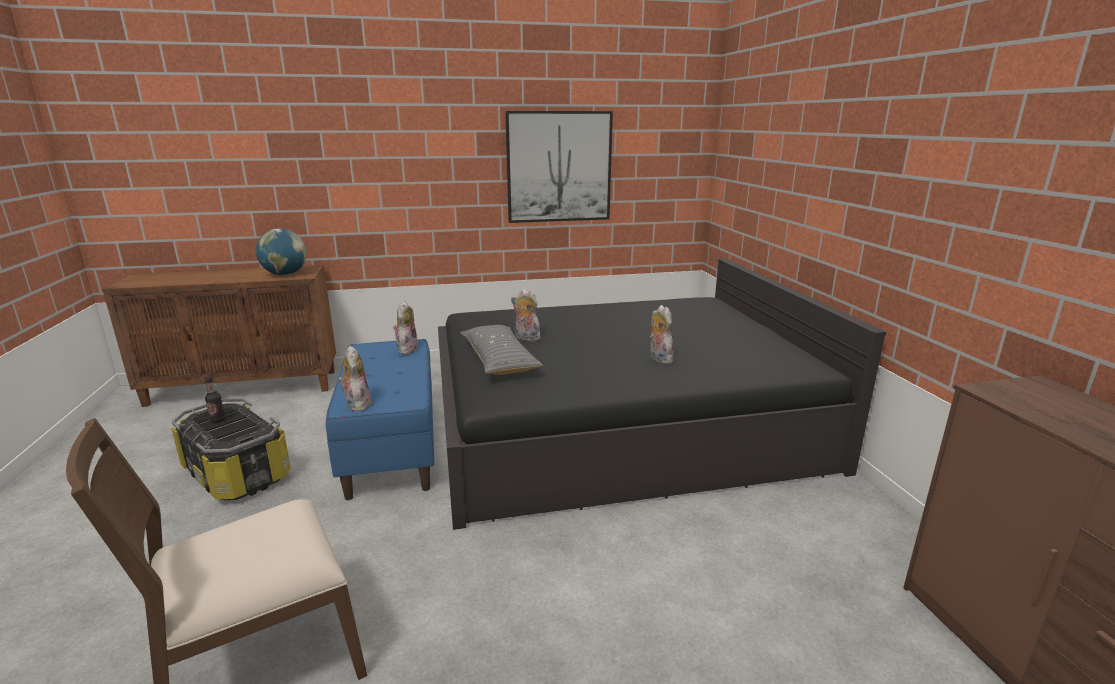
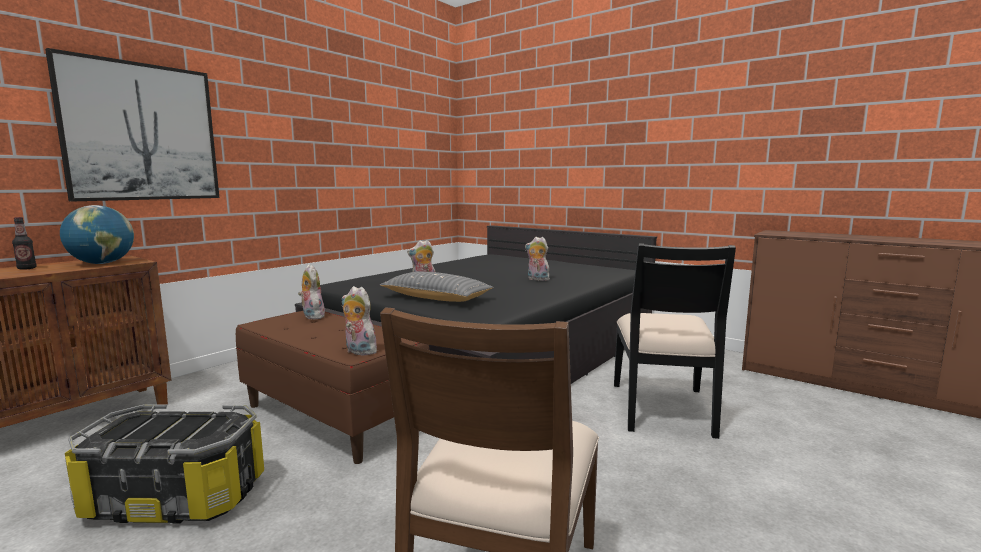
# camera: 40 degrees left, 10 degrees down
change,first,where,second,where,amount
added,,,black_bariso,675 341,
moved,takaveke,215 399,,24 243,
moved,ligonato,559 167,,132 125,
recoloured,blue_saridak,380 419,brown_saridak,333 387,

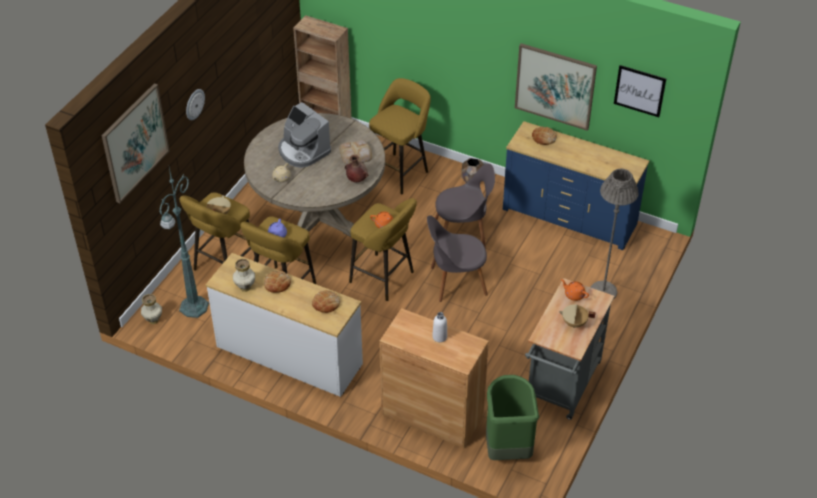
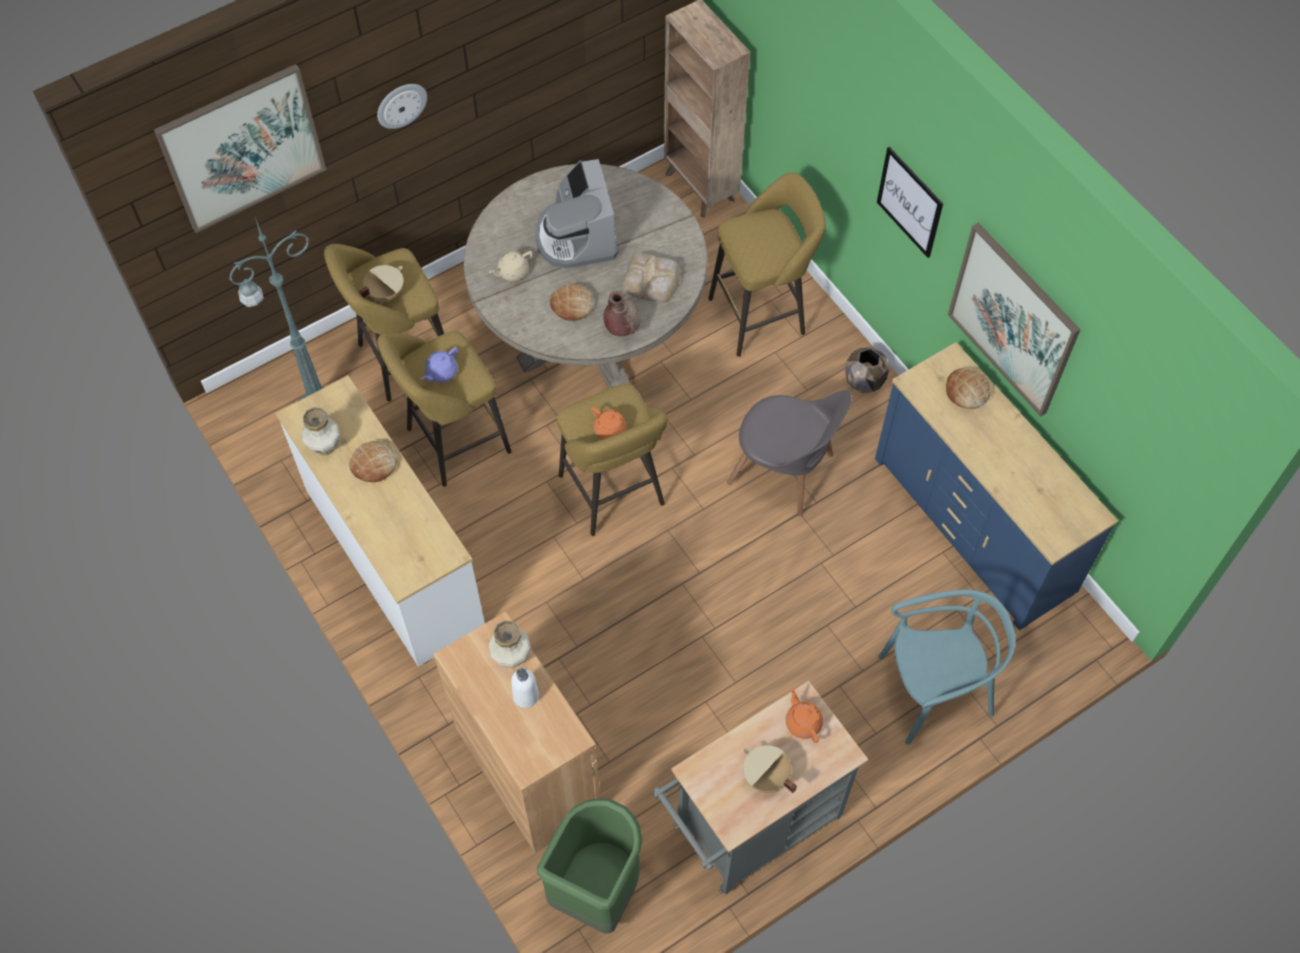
# camera: 30 degrees right, 15 degrees up
change,first,where,second,where,amount
removed,grey_bariso,457 258,,,
moved,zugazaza,151 309,,509 644,
moved,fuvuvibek,326 301,,572 302,
moved,ligonato,640 91,,910 202,
replaced,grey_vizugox,615 234,turquoise_bariso,947 667,

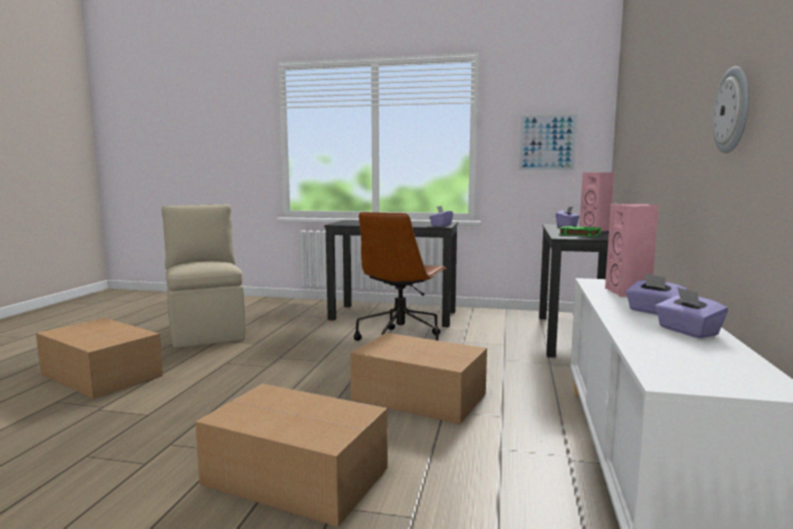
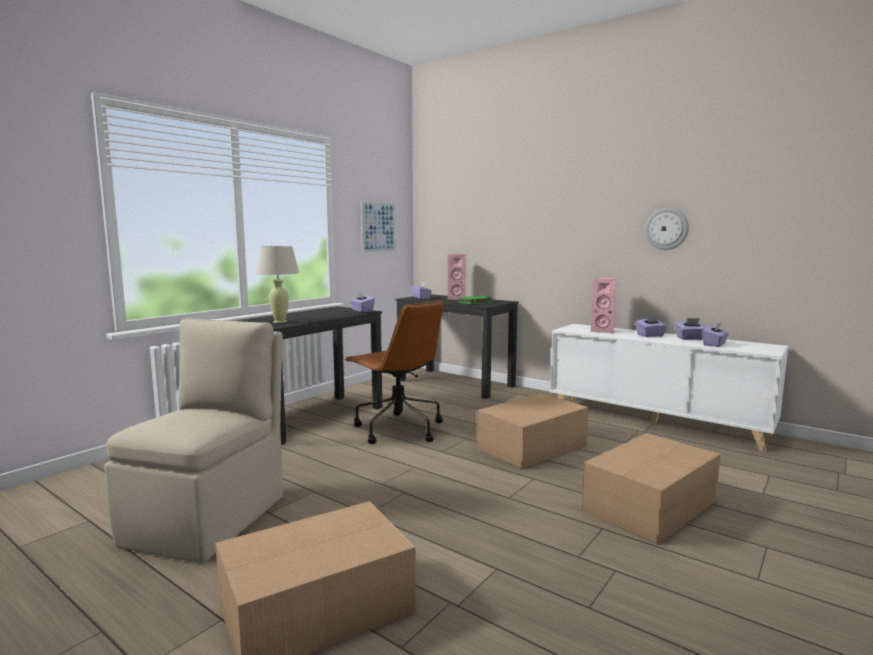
# camera: 65 degrees left, 0 degrees up
change,first,where,second,where,amount
added,,,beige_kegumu,277 284,
added,,,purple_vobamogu,715 335,
turned,beige_bariso,203 276,,193 440,105 degrees clockwise

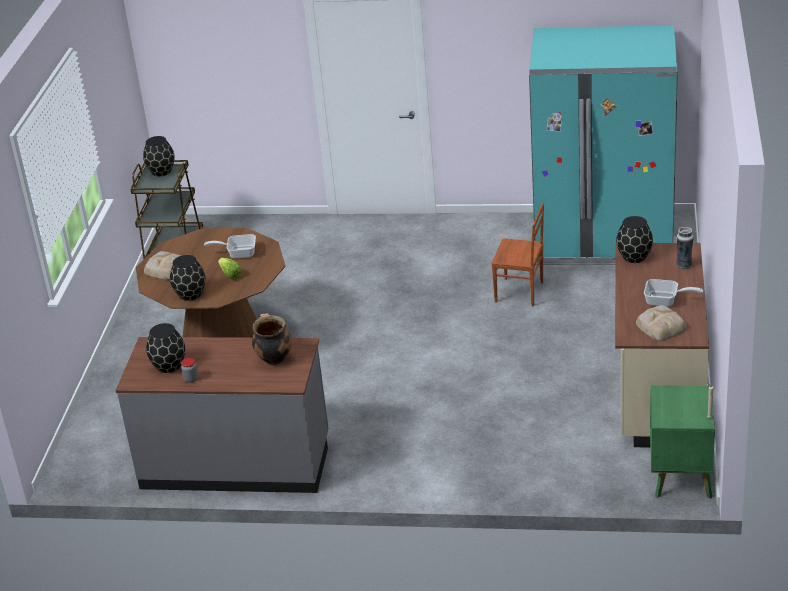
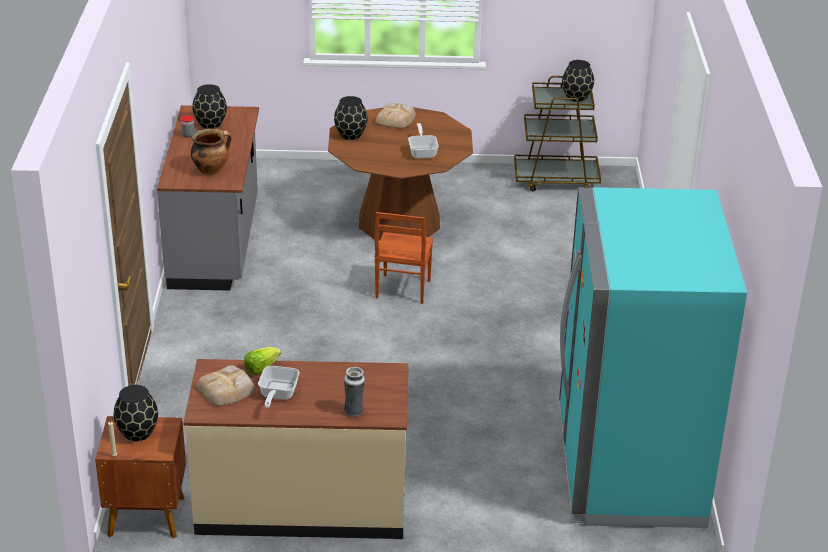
# camera: 80 degrees right, 0 degrees up
change,first,where,second,where,amount
moved,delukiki,230 269,,262 361,
moved,brown_bariso,517 254,,403 258,
moved,black_zugazaza,634 239,,136 413,
recoloured,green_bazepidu,682 442,brown_bazepidu,140 477,

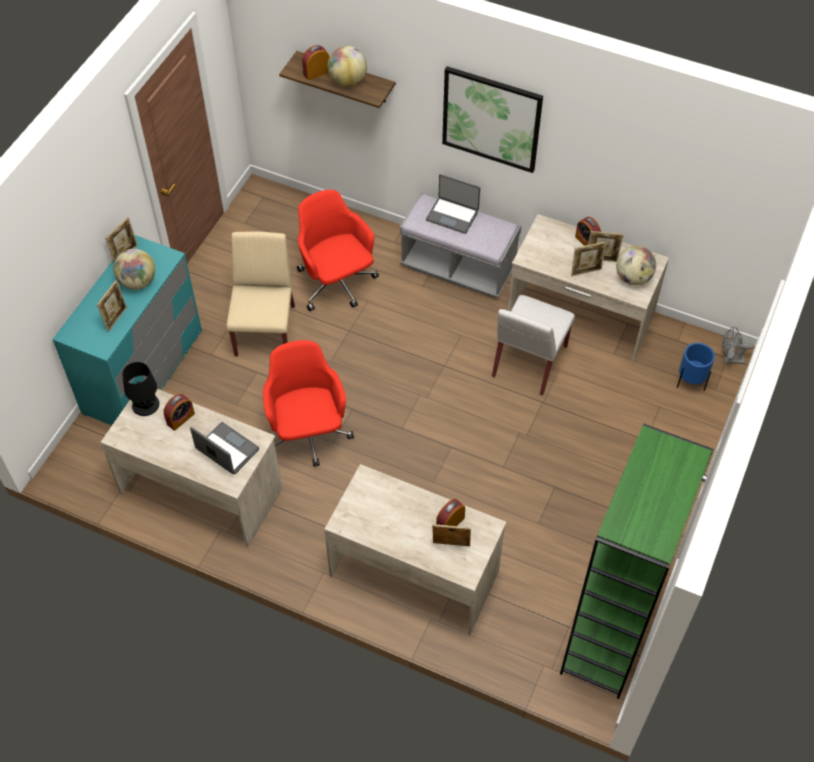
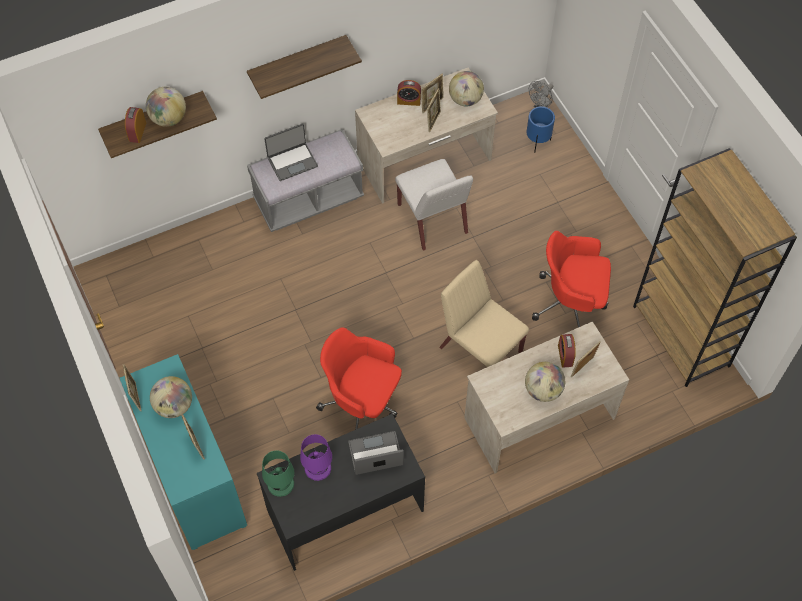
# camera: 50 degrees left, 5 degrees up
change,first,where,second,where,amount
added,,,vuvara,545 382,
moved,beige_bariso,261 293,,484 313,
moved,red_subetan,338 250,,571 279,
replaced,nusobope,179 412,purple_kegumu,316 457,
replaced,ligonato,492 119,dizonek,304 67,
recoloured,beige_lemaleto,191 468,black_lemaleto,341 492,
recoloured,black_kegumu,140 389,green_kegumu,278 473,
recoloured,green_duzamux,636 561,brown_duzamux,715 267,

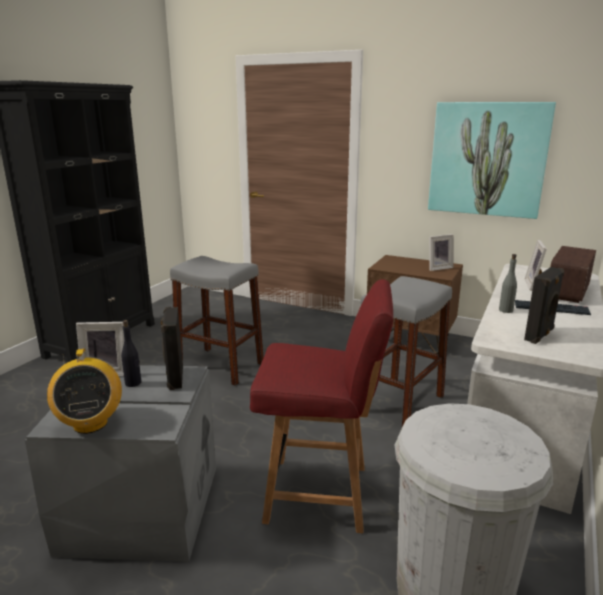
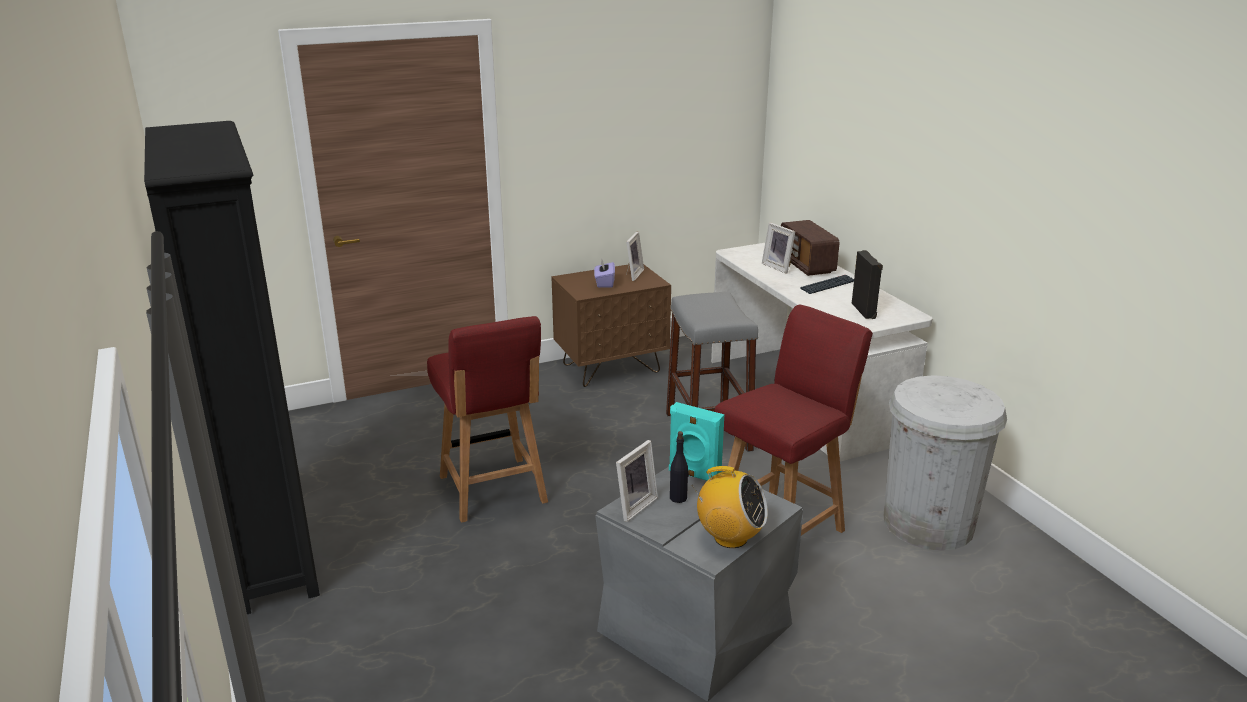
# camera: 50 degrees left, 5 degrees up
change,first,where,second,where,amount
removed,ligonato,492 160,,,
removed,grey_takaveke,508 283,,,
added,,,purple_vobamogu,604 274,
replaced,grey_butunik,217 321,red_bariso,487 419,
recoloured,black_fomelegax,172 348,turquoise_fomelegax,696 441,

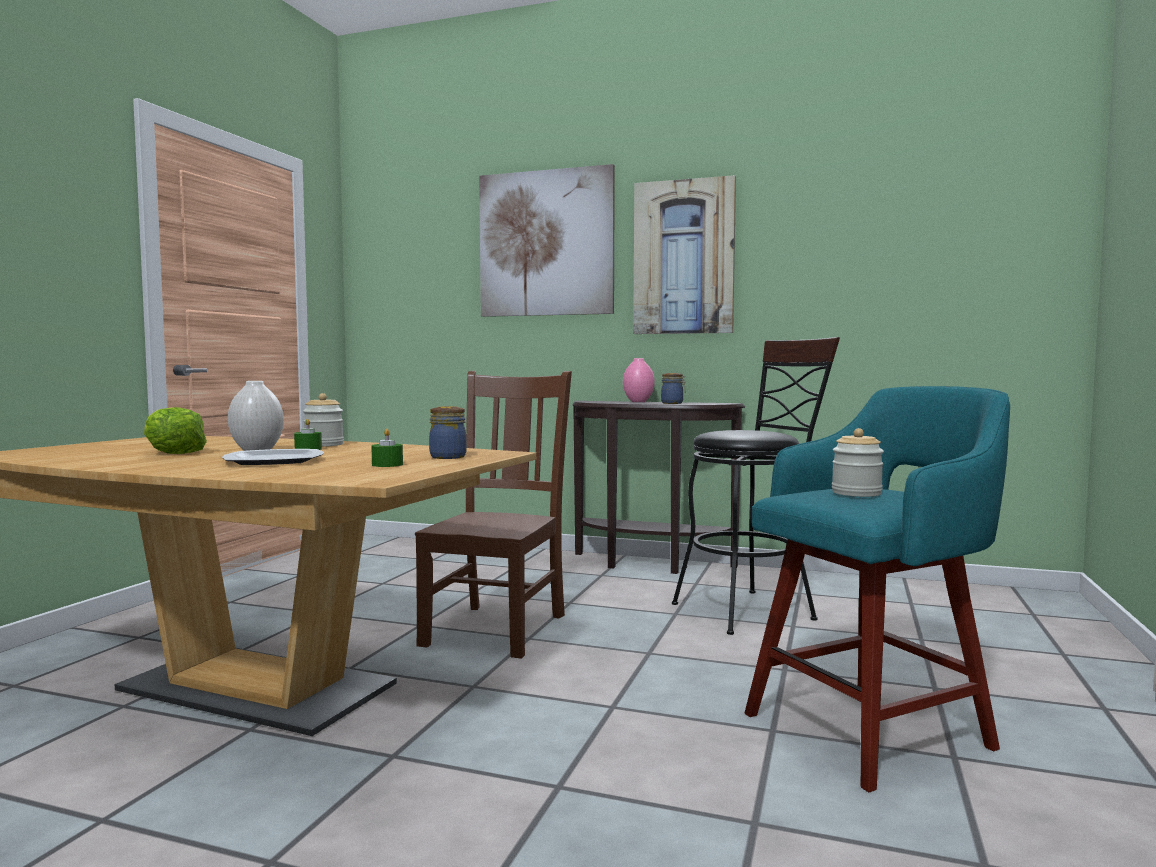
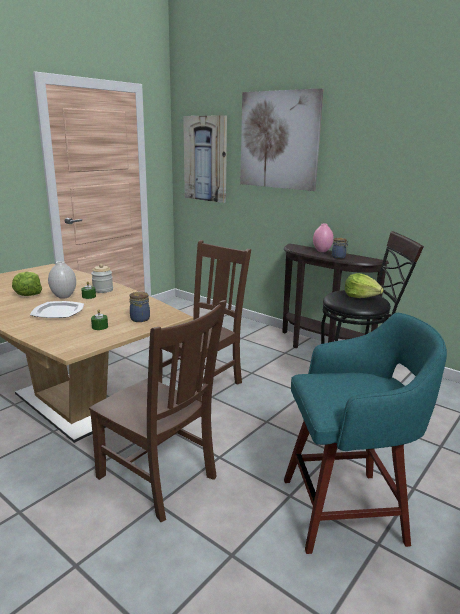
# camera: 20 degrees right, 15 degrees up
change,first,where,second,where,amount
removed,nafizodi,858 462,,,
added,,,brown_bariso,158 411,
added,,,delukiki,364 285,
moved,ligonato,684 254,,205 159,

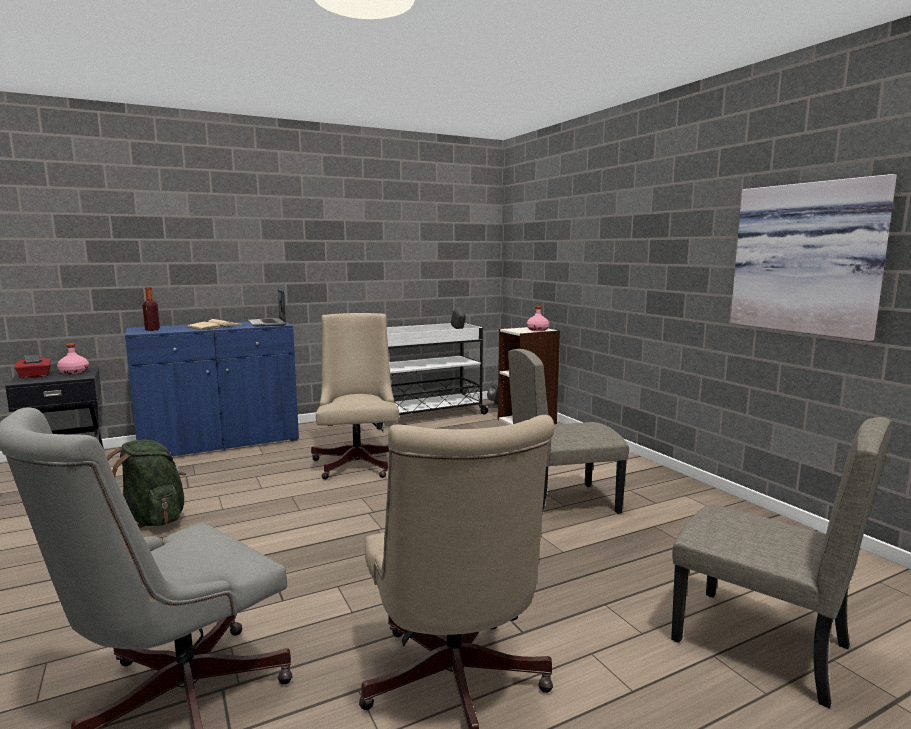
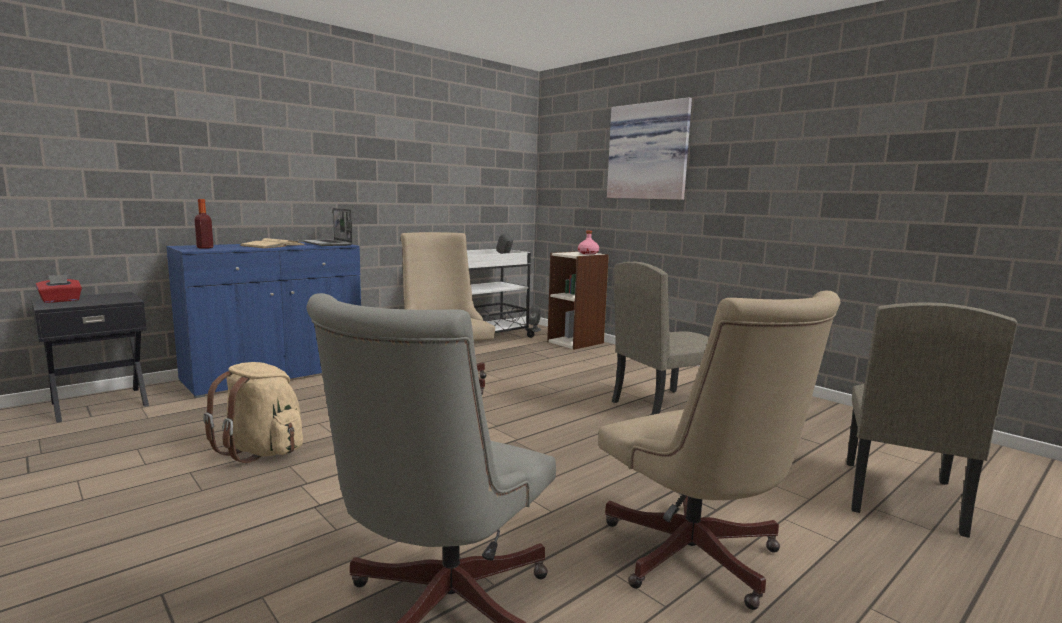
# camera: 15 degrees left, 0 degrees up
change,first,where,second,where,amount
removed,pink_takaveke,73 358,,,
moved,ligonato,813 257,,649 149,
recoloured,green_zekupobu,146 484,beige_zekupobu,253 412,
turned,beige_bariso,782 562,,932 420,90 degrees clockwise

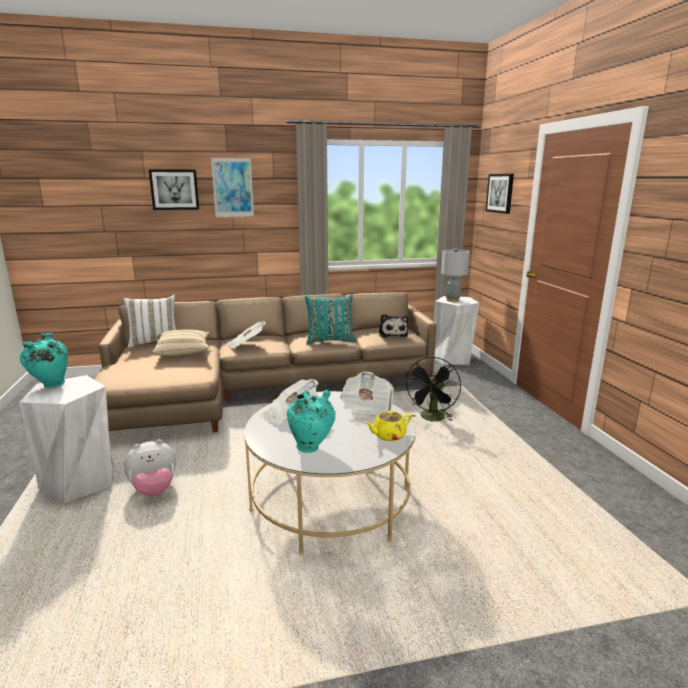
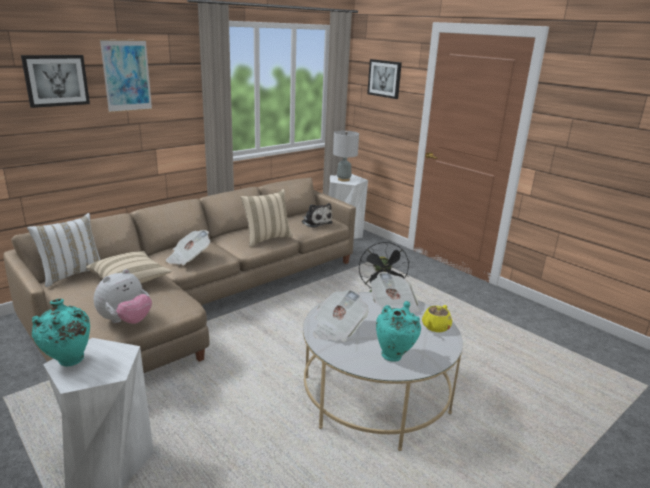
# camera: 30 degrees left, 5 degrees up
change,first,where,second,where,amount
moved,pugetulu,150 468,,123 296,
recoloured,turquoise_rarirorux,330 319,beige_rarirorux,267 218,

